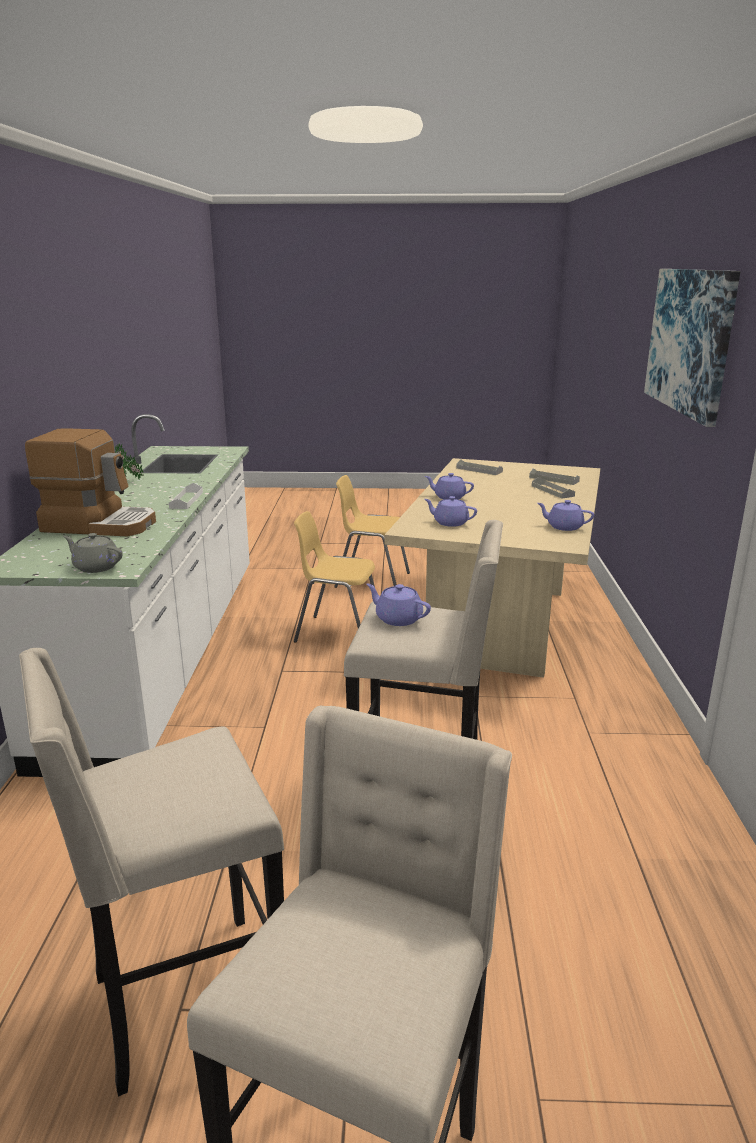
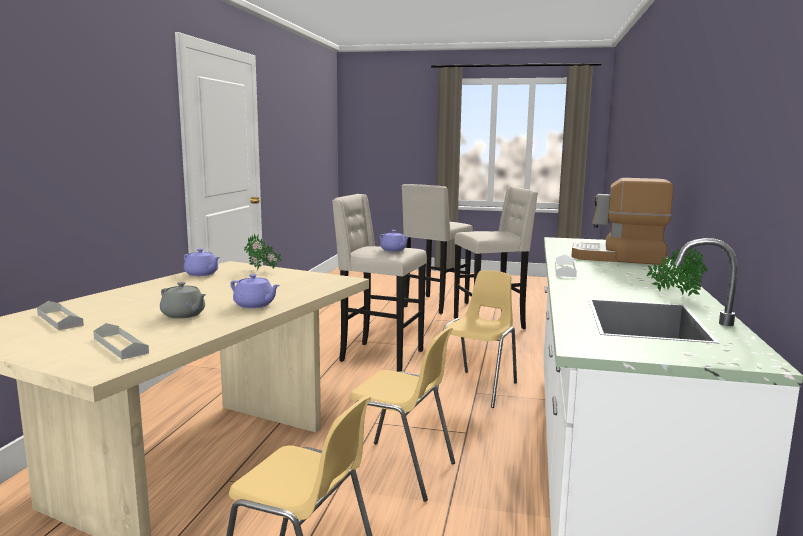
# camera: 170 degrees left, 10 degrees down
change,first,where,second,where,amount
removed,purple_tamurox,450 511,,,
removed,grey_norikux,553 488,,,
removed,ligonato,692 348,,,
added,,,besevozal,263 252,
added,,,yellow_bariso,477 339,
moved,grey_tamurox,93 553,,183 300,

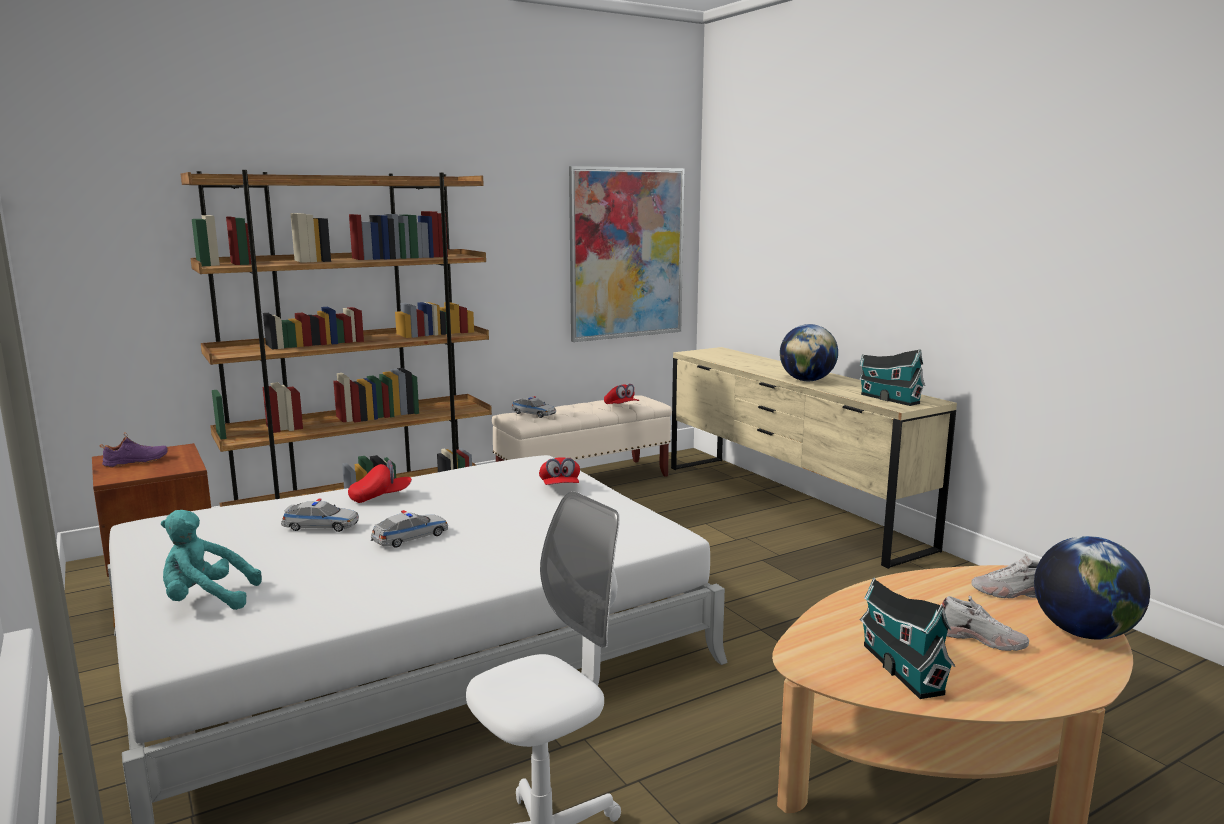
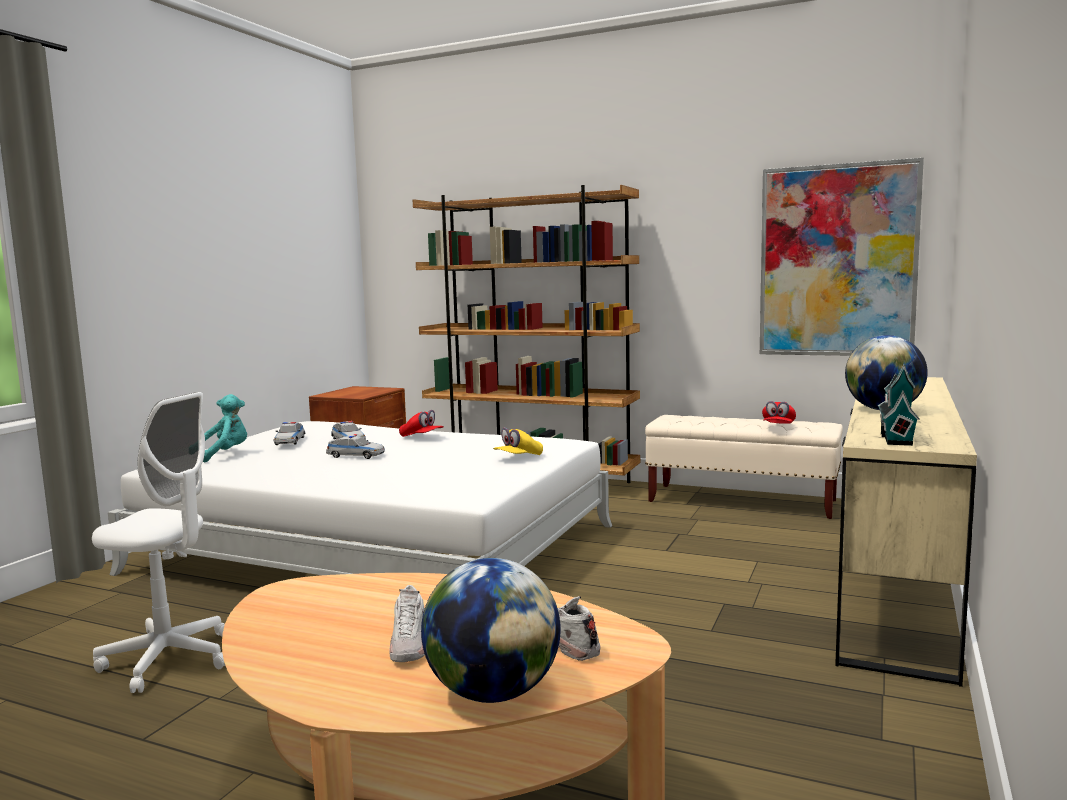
# camera: 55 degrees right, 5 degrees down
change,first,where,second,where,amount
removed,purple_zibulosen,134 449,,,
removed,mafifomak,907 638,,,
moved,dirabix,533 407,,289 433,
recoloured,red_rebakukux,559 471,yellow_rebakukux,518 441,
turned,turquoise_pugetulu,211 560,,225 428,90 degrees clockwise

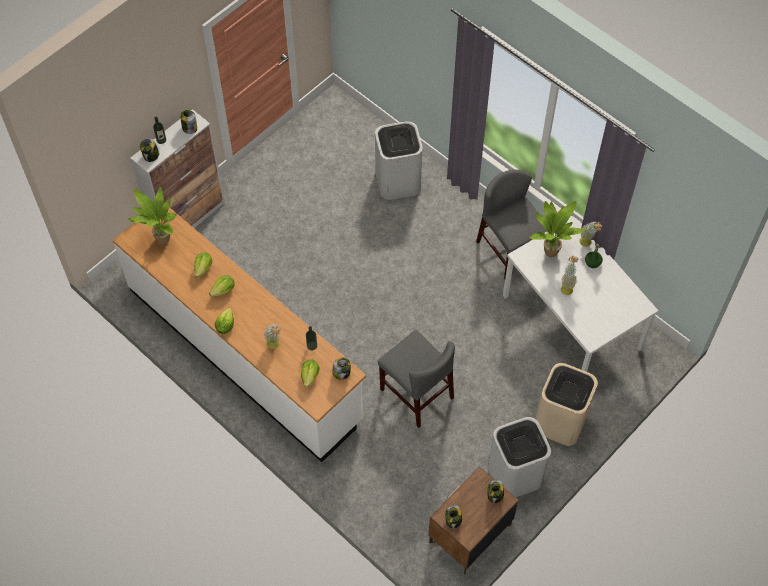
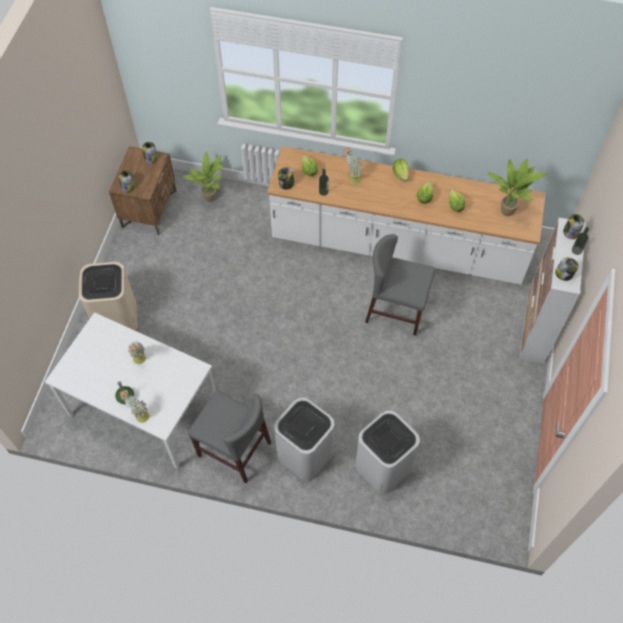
# camera: 150 degrees right, 0 degrees up
change,first,where,second,where,amount
moved,grey_bariso,416 379,,400 284,
moved,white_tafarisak,519 457,,304 439,
moved,besevozal,557 229,,203 177,

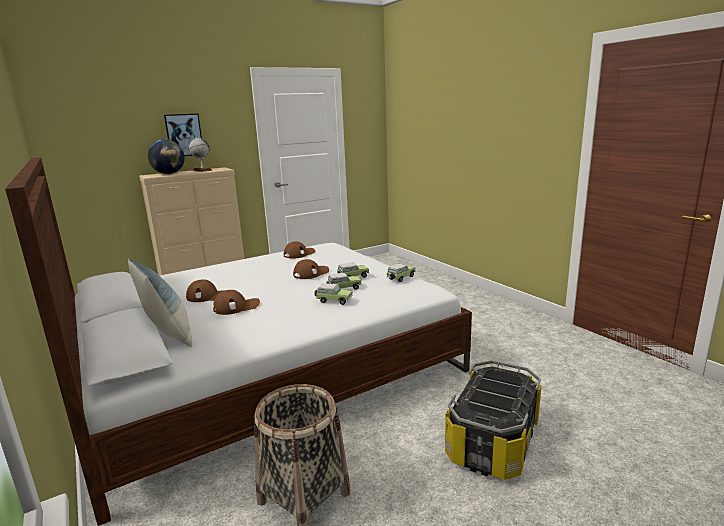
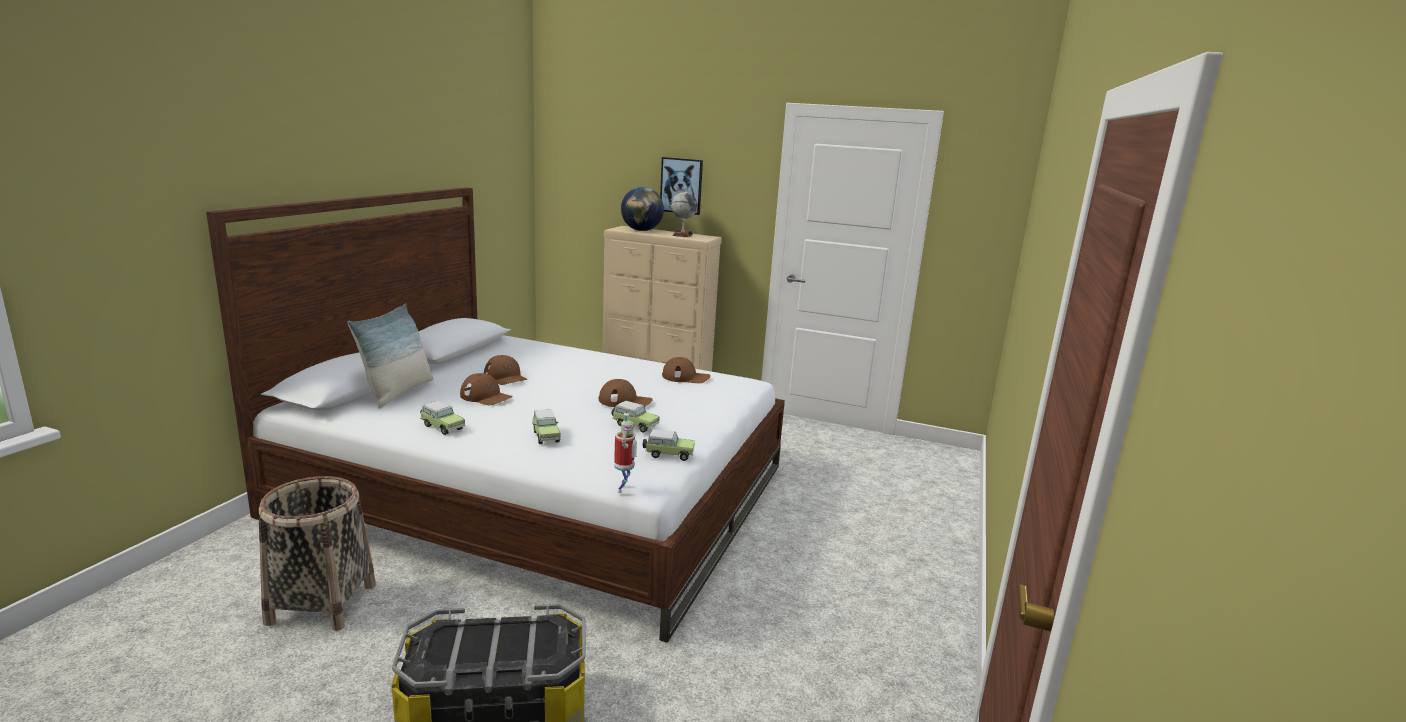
# camera: 50 degrees right, 0 degrees up
change,first,where,second,where,amount
added,,,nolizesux,625 453,
moved,dirabix,344 281,,442 418,

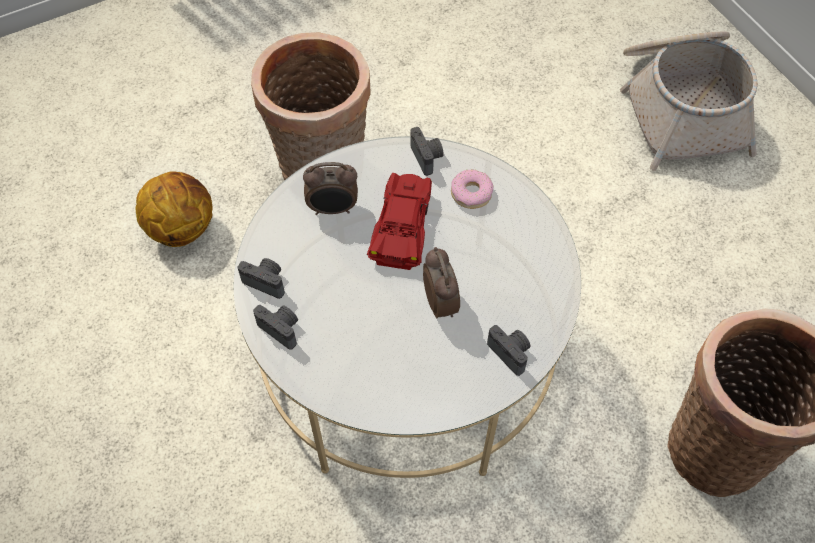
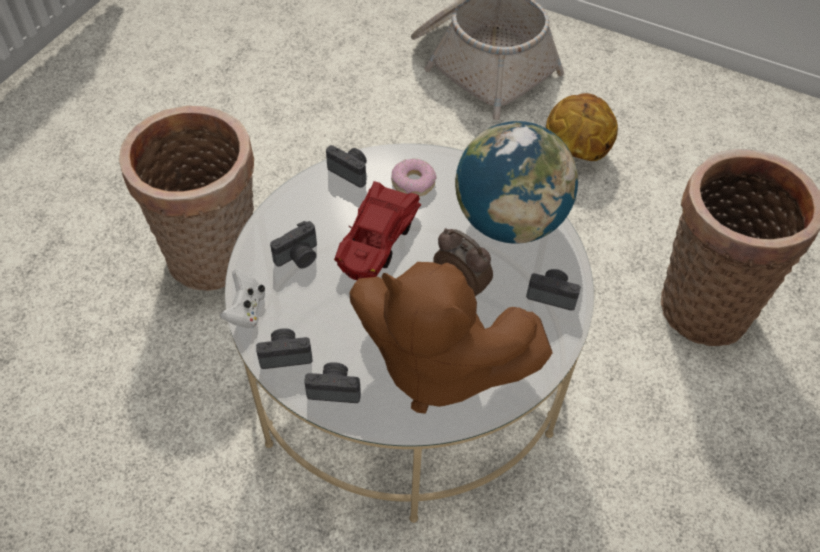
# camera: 35 degrees left, 5 degrees down
change,first,where,second,where,amount
added,,,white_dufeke,242 298,
added,,,brown_pugetulu,451 338,
added,,,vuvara,516 182,
moved,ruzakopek,174 209,,582 127,
replaced,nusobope,330 188,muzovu,293 245,
turned,red_dirabix,399 221,,377 230,135 degrees counterclockwise

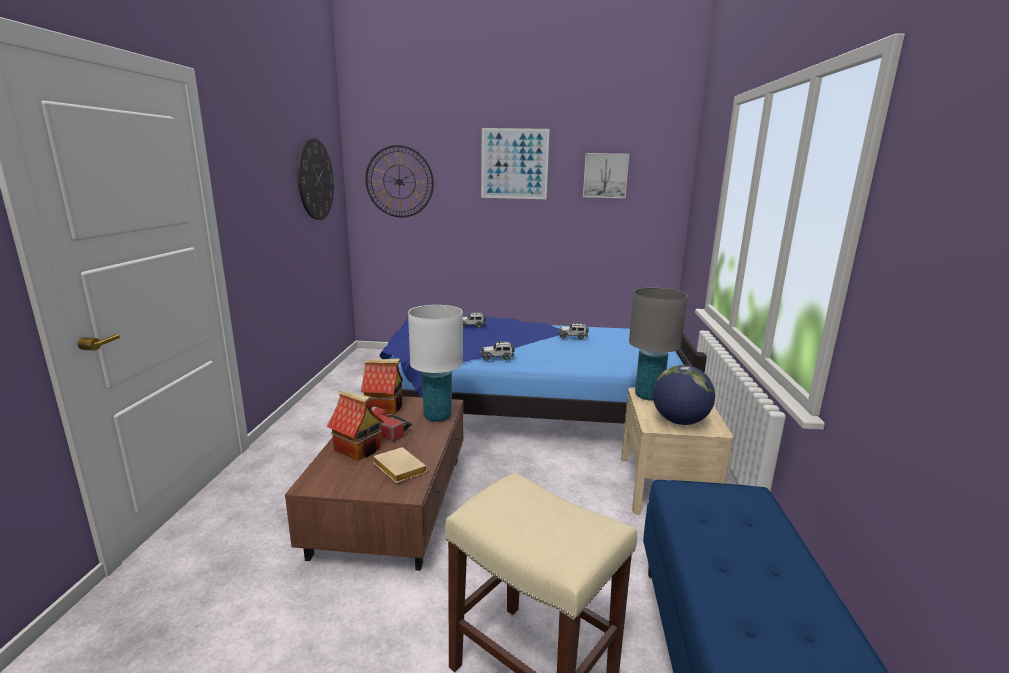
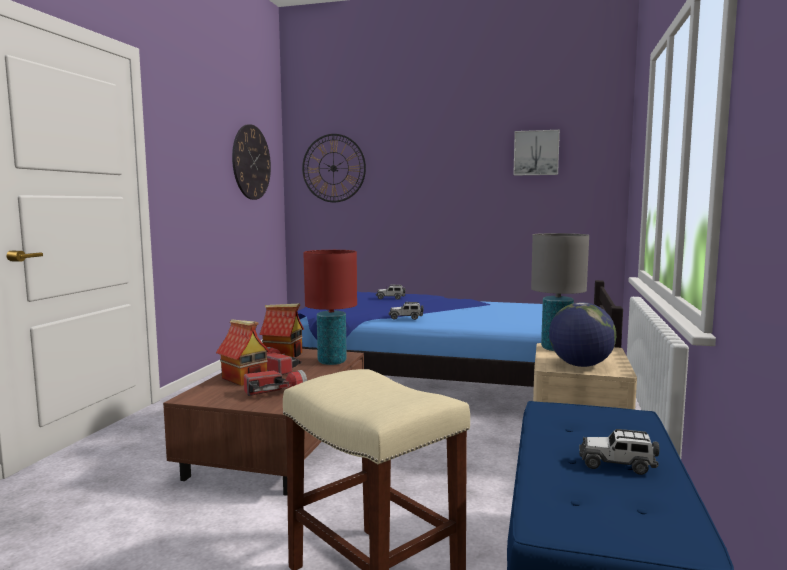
# camera: 10 degrees right, 10 degrees down
change,first,where,second,where,amount
removed,ligonato,515 163,,,
moved,dirabix,573 331,,619 452,
replaced,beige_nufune,400 465,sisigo,275 383,
recoloured,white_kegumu,435 363,red_kegumu,330 307,

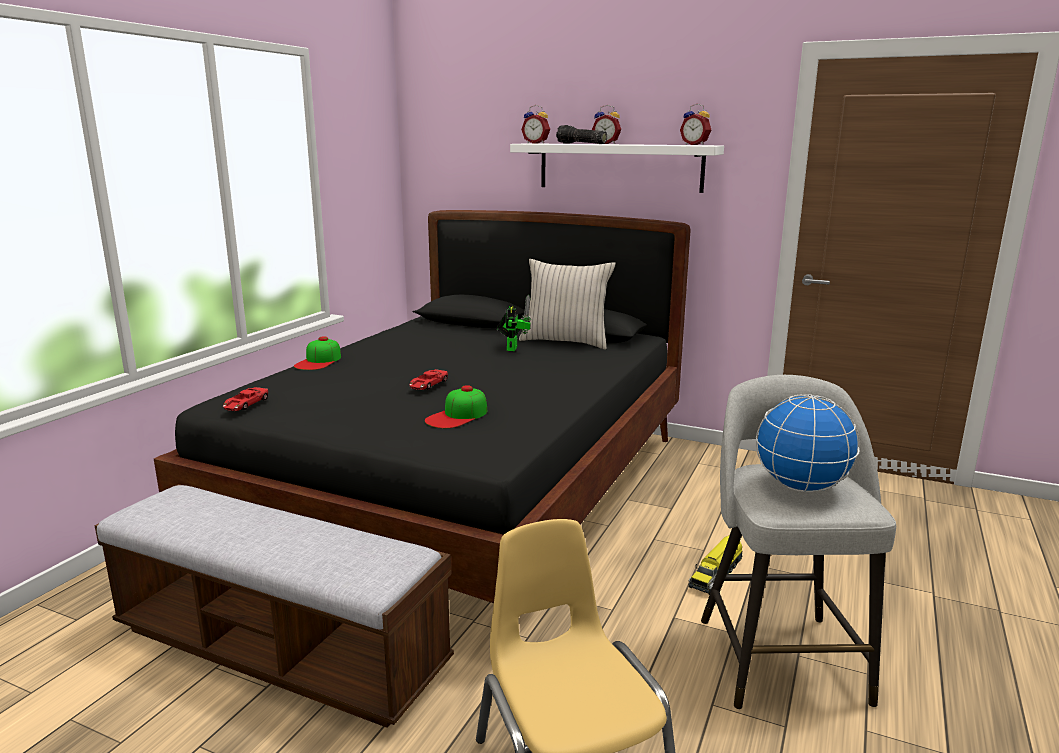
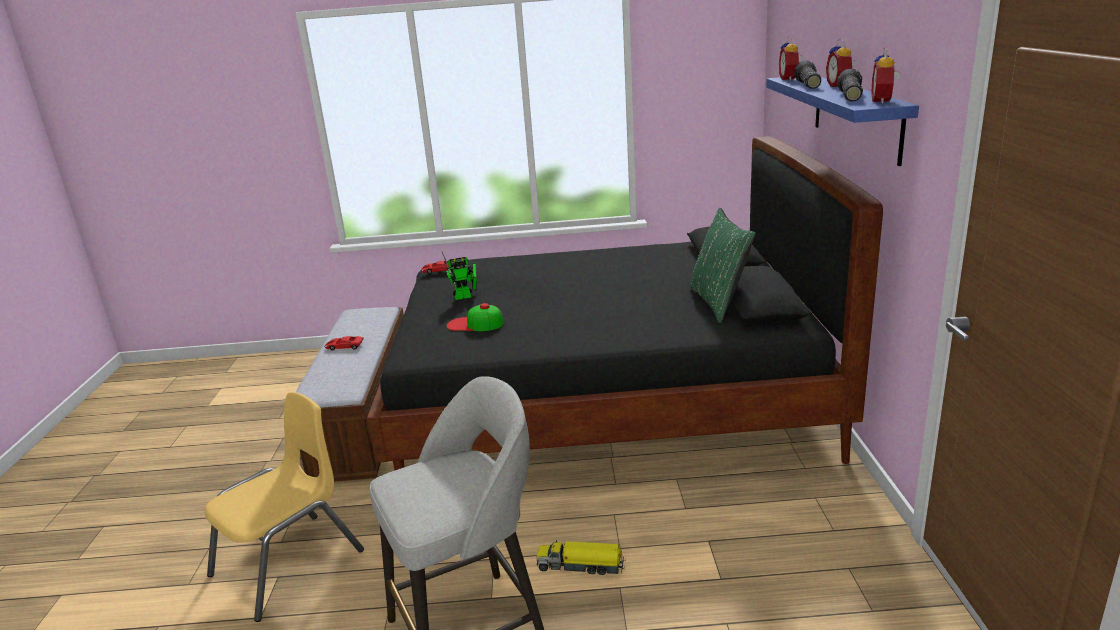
# camera: 65 degrees right, 5 degrees up
change,first,where,second,where,amount
removed,rebakukux,317 353,,,
removed,vuvara,808 443,,,
added,,,sisigo,850 85,
moved,red_dirabix,428 379,,344 343,
moved,nolizesux,514 323,,459 275,
recoloured,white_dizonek,617 168,blue_dizonek,842 121,
recoloured,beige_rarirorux,567 304,green_rarirorux,723 265,

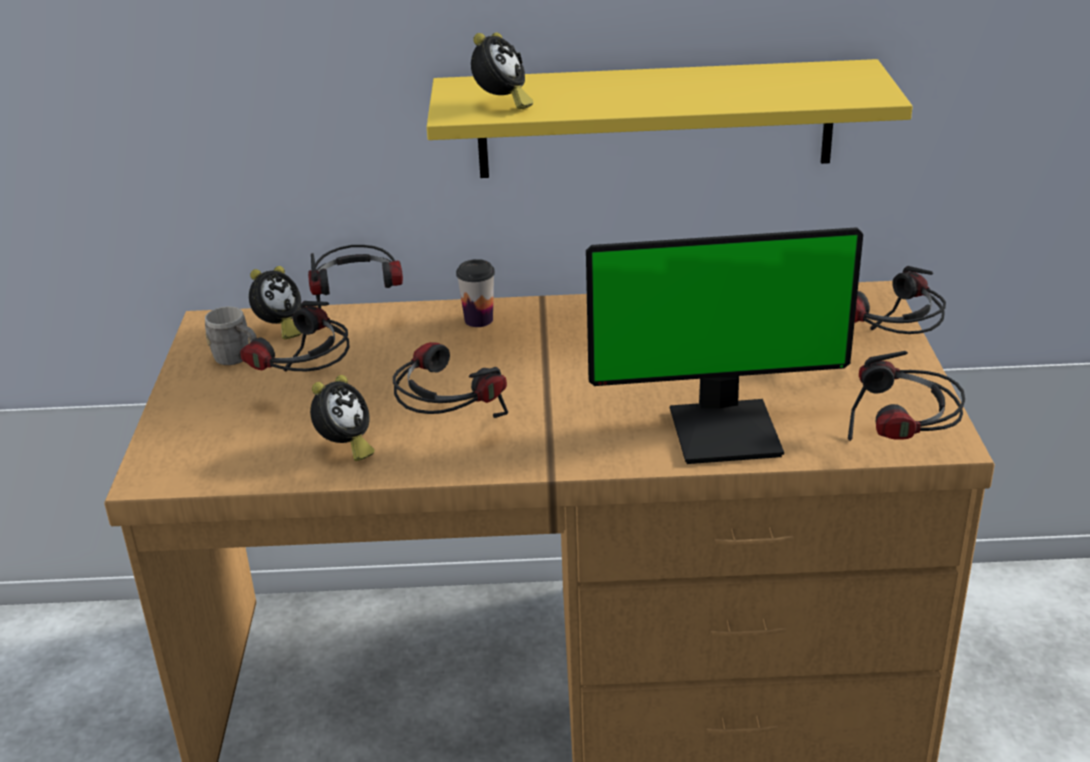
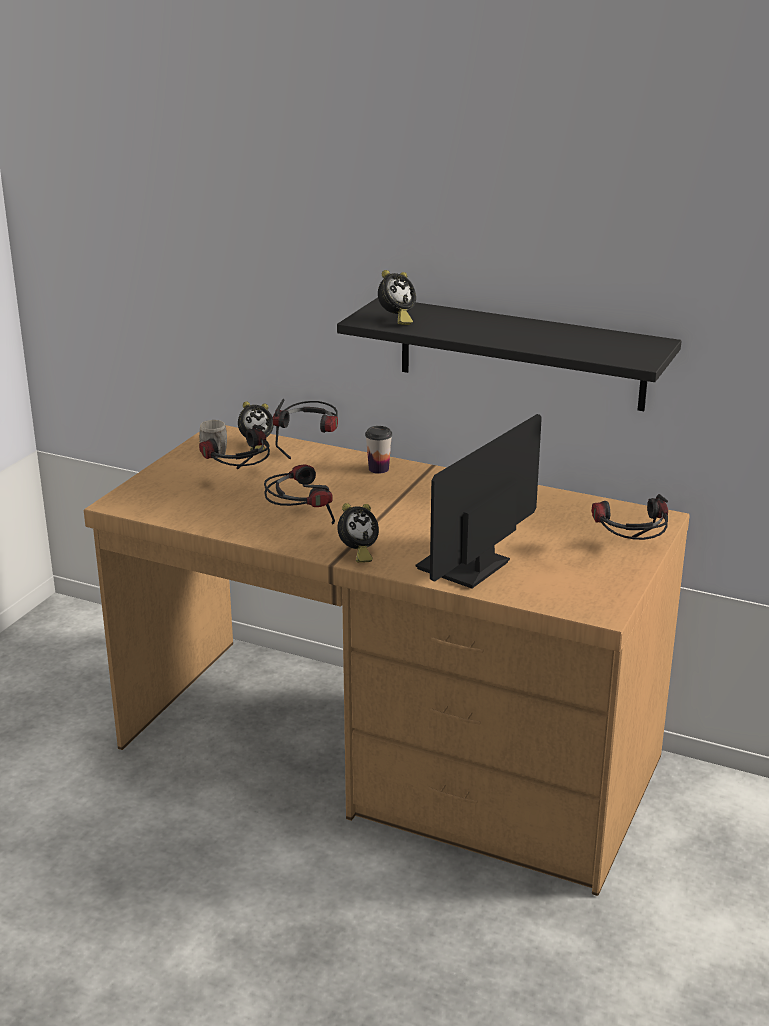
# camera: 25 degrees right, 5 degrees down
change,first,where,second,where,amount
removed,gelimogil,906 396,,,
moved,nusobope,342 418,,358 533,
recoloured,yellow_dizonek,670 118,black_dizonek,509 354,
turned,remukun,724 345,,478 501,105 degrees clockwise

